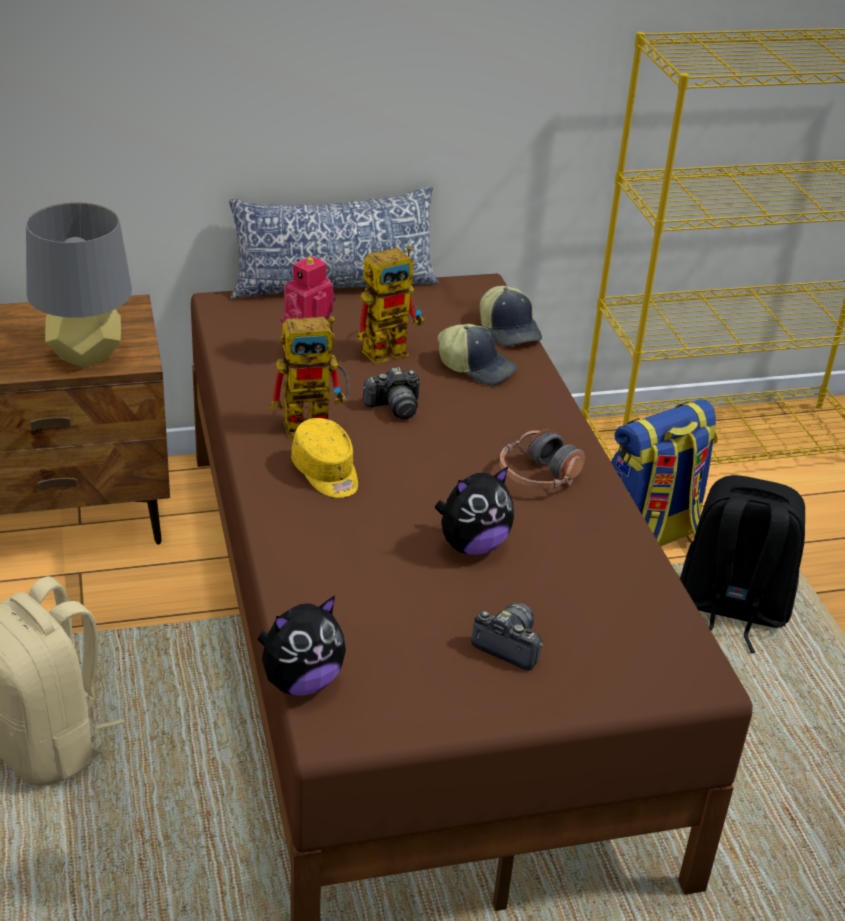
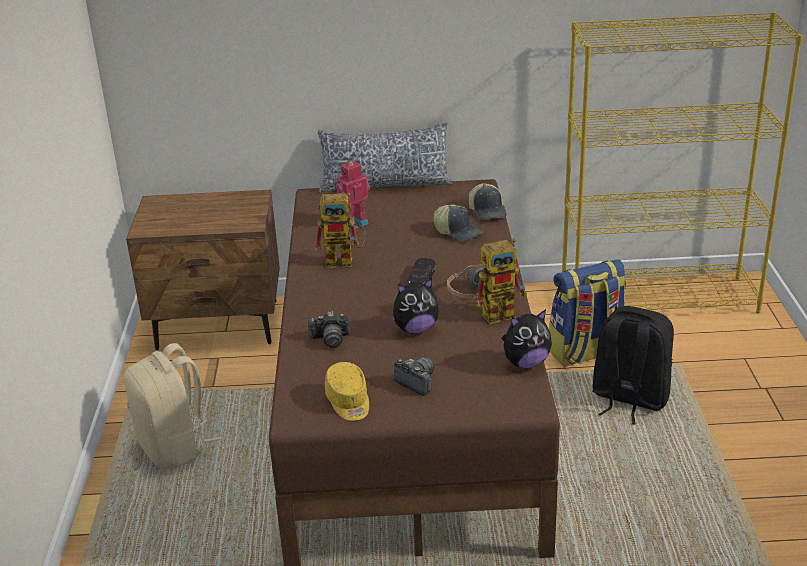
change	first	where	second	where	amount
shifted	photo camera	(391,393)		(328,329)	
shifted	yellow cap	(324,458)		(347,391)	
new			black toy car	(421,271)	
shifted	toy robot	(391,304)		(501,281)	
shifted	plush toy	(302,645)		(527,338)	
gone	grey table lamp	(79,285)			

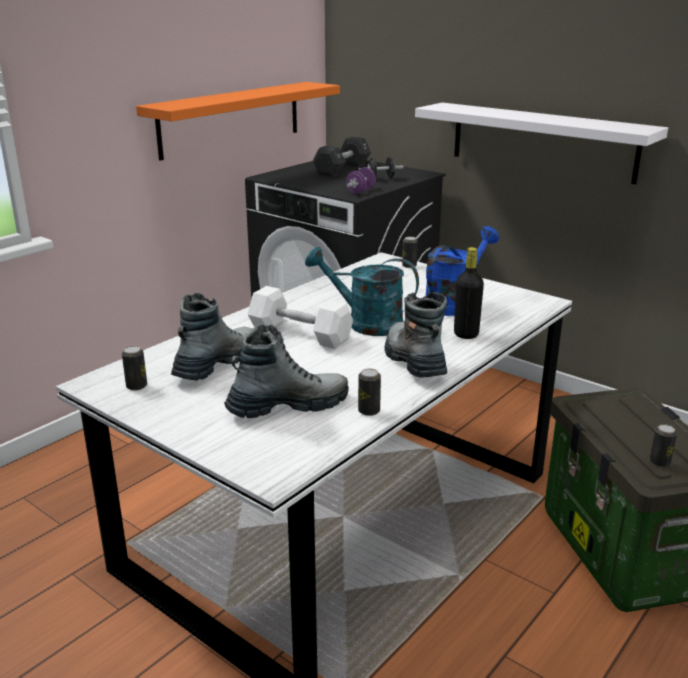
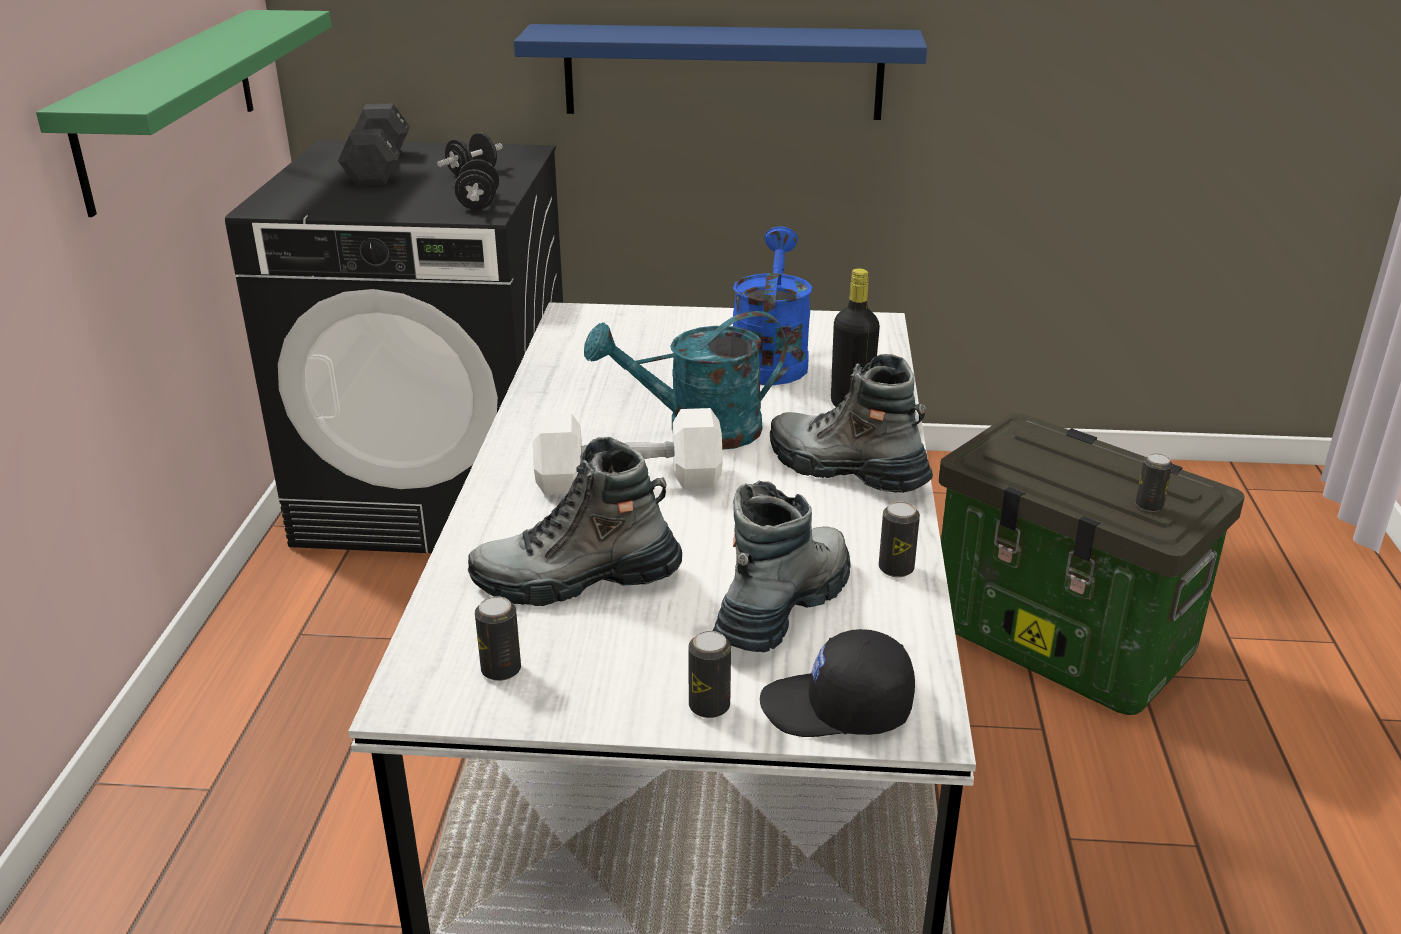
change	first	where	second	where	amount
repainted	orange shelf	(238,121)	green shelf	(184,113)	
repainted	purple dumbbell	(361,180)	black dumbbell	(476,184)	
rotated	boot	(211,337)		(575,521)	90 degrees counterclockwise
repainted	white shelf	(541,143)	blue shelf	(720,72)	
shifted	can	(410,252)		(709,674)	
new			black cap	(837,683)	

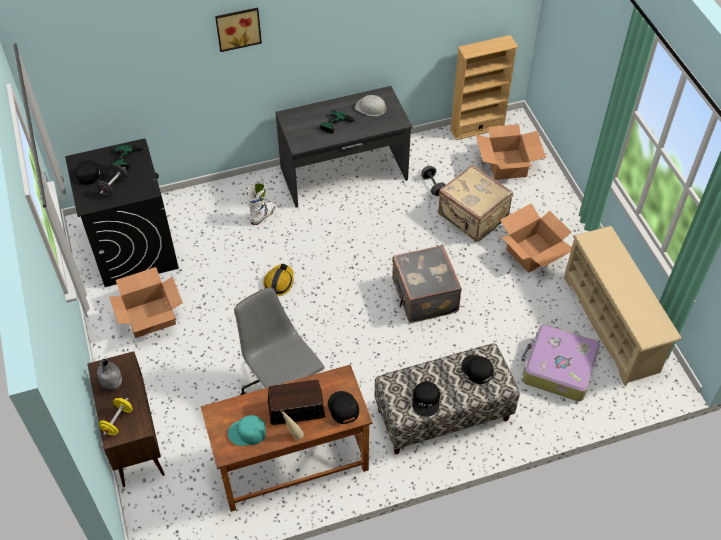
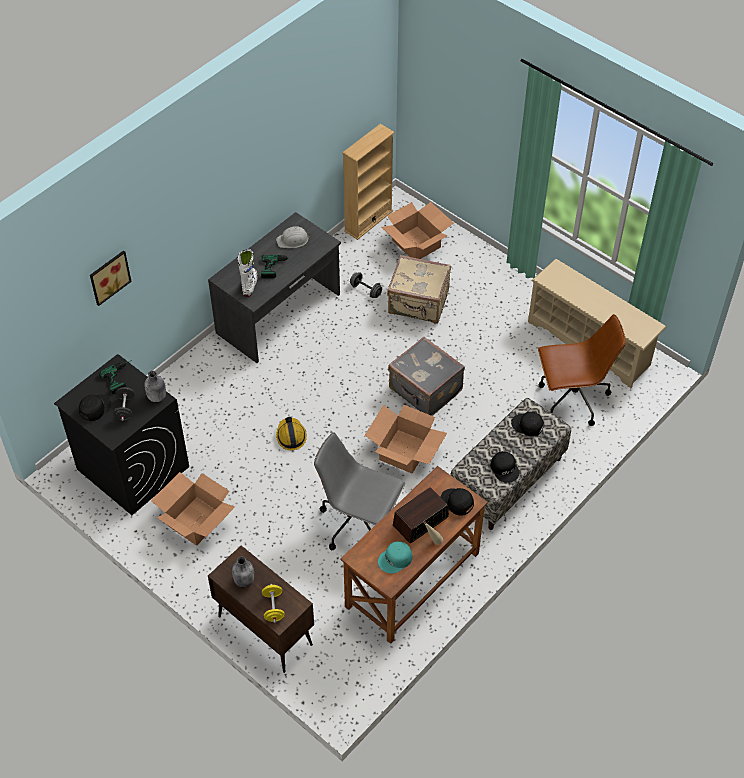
change	first	where	second	where	amount
shifted	picture	(238,30)		(111,278)	
new			grey bottle	(155,386)	
shifted	white boot	(261,203)		(248,273)	
shifted	cardboard box	(536,238)		(406,439)	
swapped	suitcase	(560,363)	brown office chair	(582,370)	

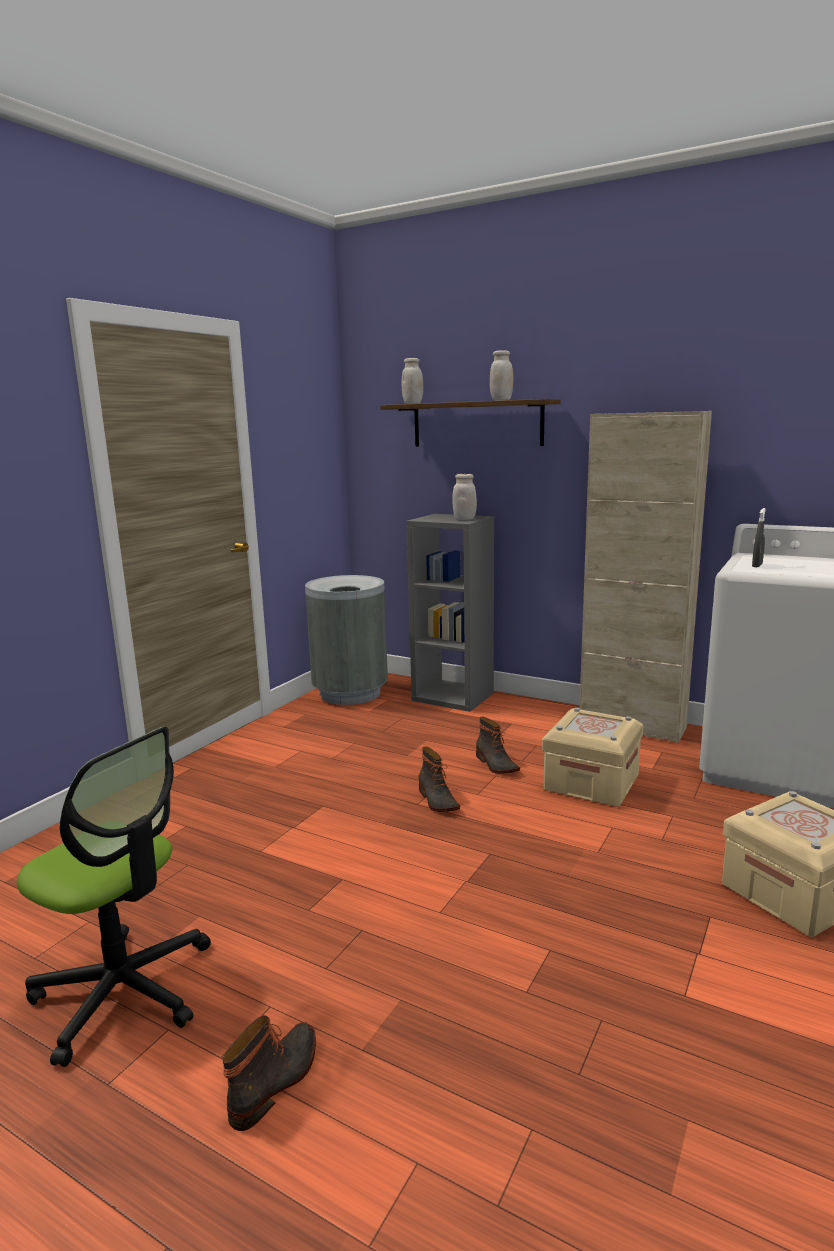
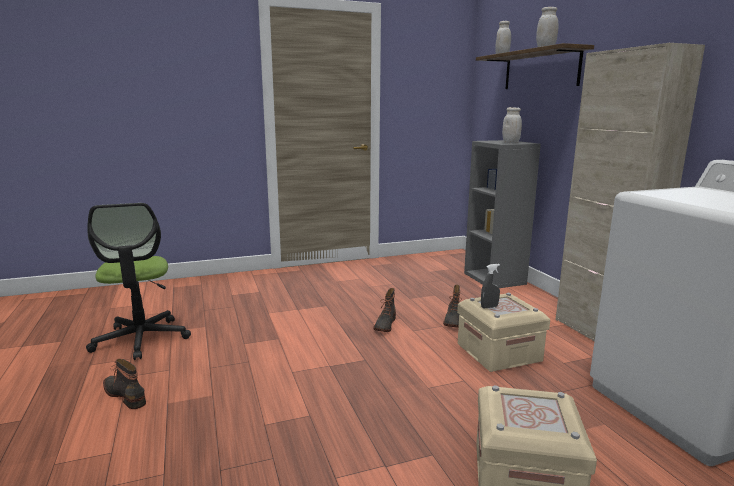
change	first	where	second	where	amount
rotated	boot	(269,1073)		(124,384)	120 degrees counterclockwise
shifted	grey spray bottle	(759,537)		(490,286)	
gone	grey trash can	(346,640)			

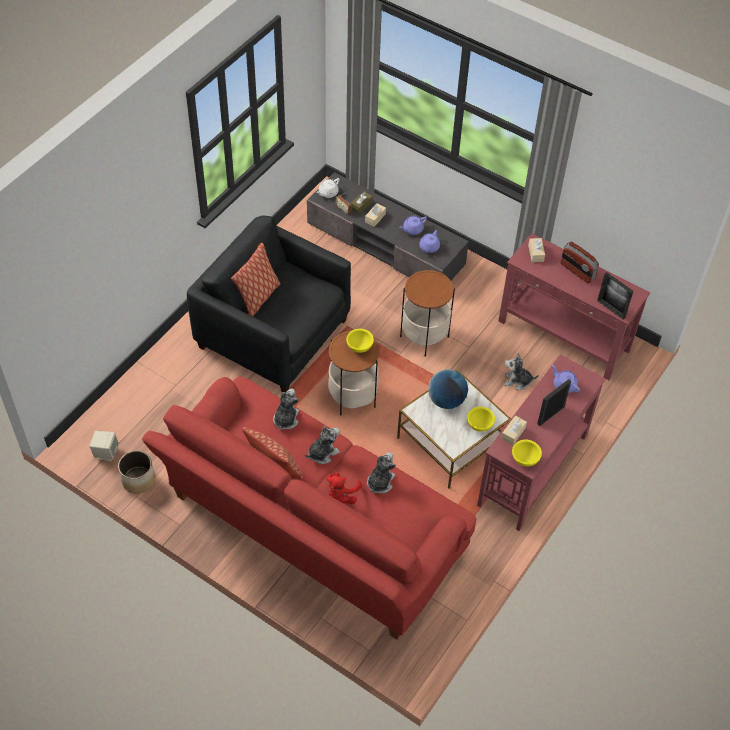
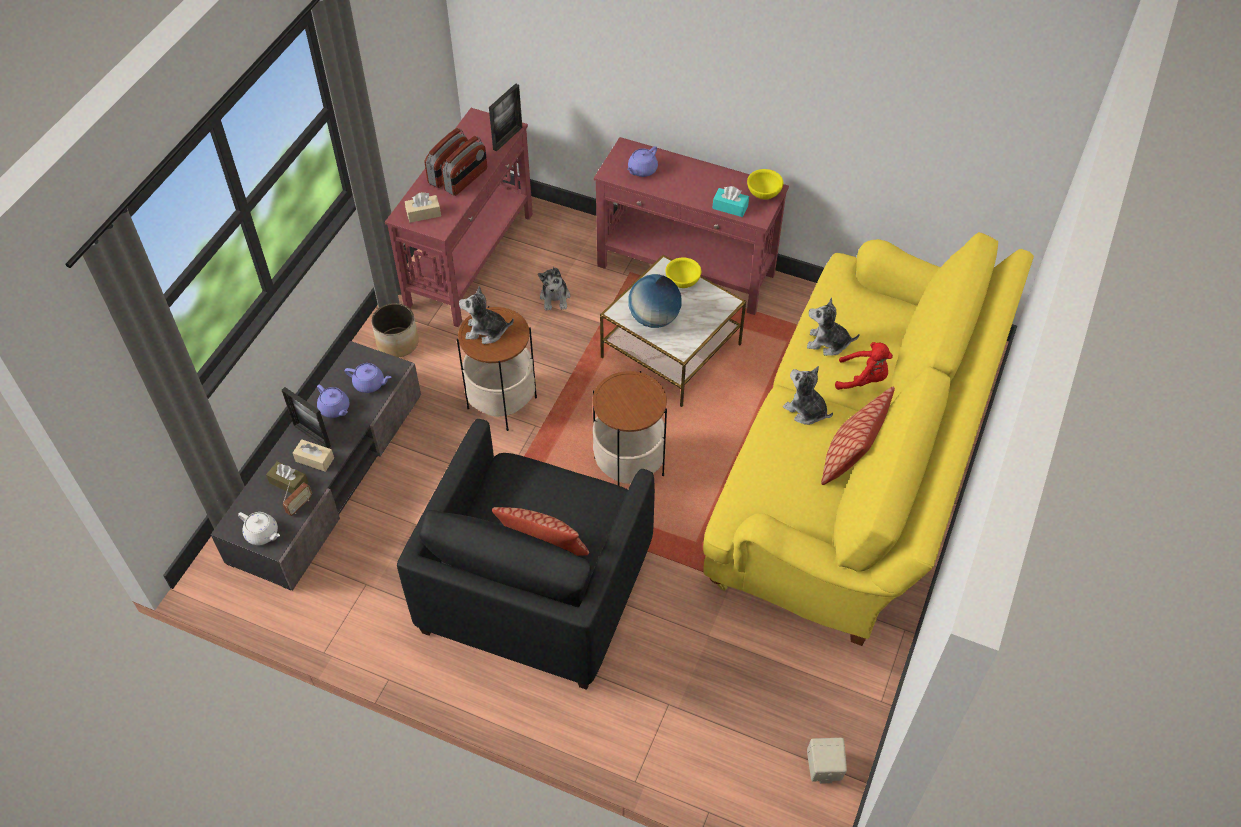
change	first	where	second	where	amount
shifted	picture frame	(554,402)		(306,417)	
shifted	planter	(136,472)		(395,330)	
new			radio	(464,166)	
shifted	plush toy	(286,409)		(486,315)	
repainted	red sofa	(309,508)	yellow sofa	(868,439)	
repainted	beige tissue box	(514,430)	turquoise tissue box	(730,201)	
gone	yellow bowl	(360,341)			

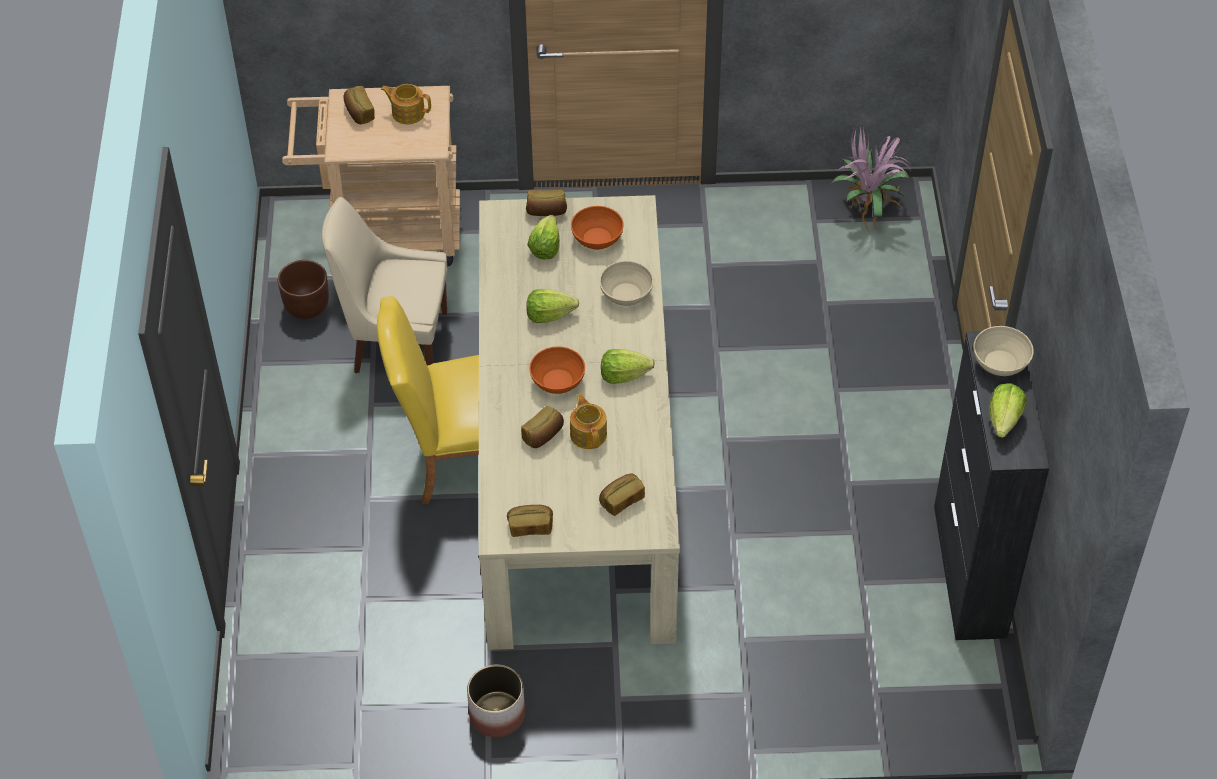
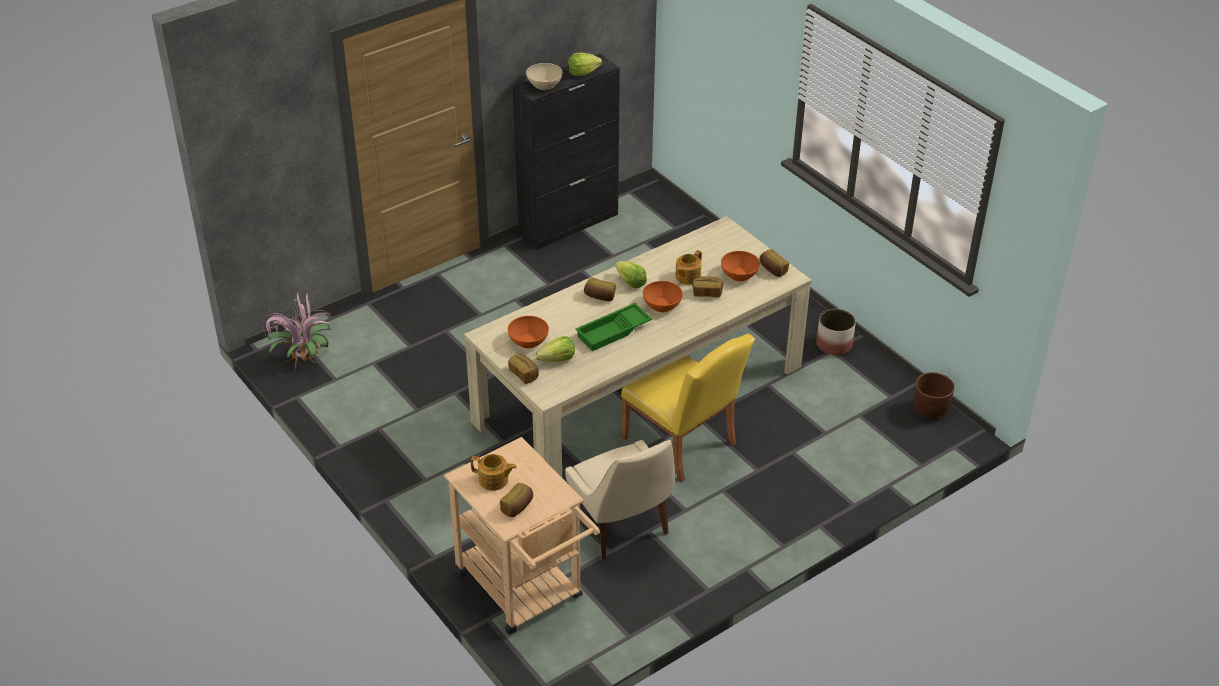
change	first	where	second	where	amount
rotated	teapot	(406,104)		(494,472)	60 degrees counterclockwise
swapped	lettuce	(552,306)	green tray	(613,327)	
shifted	bread	(622,495)		(600,289)	
new			orange bowl	(740,266)	
shifted	brown planter	(303,289)		(934,395)	
gone	beige bowl	(626,283)			

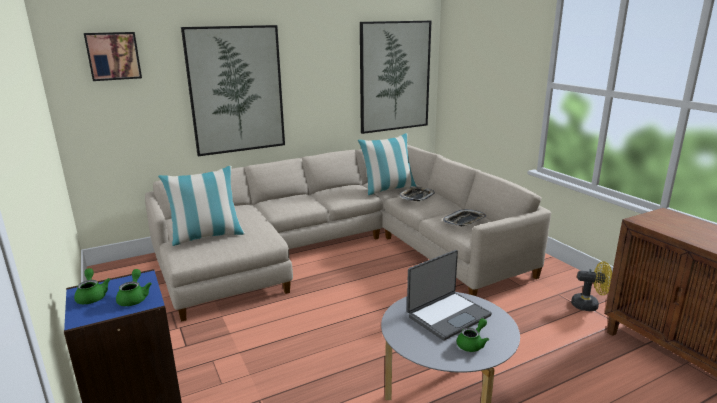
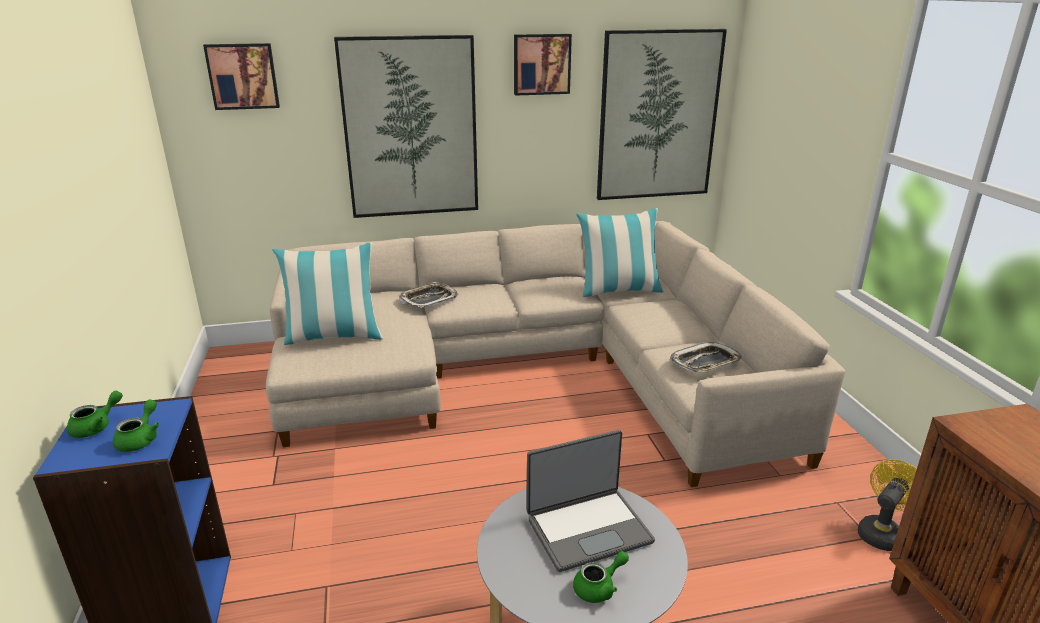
change	first	where	second	where	amount
rotated	green teapot	(92,286)		(95,414)	45 degrees clockwise
shifted	tray	(417,193)		(428,295)	
new			picture	(543,65)	
rotated	yellow fan	(591,286)		(887,505)	75 degrees counterclockwise

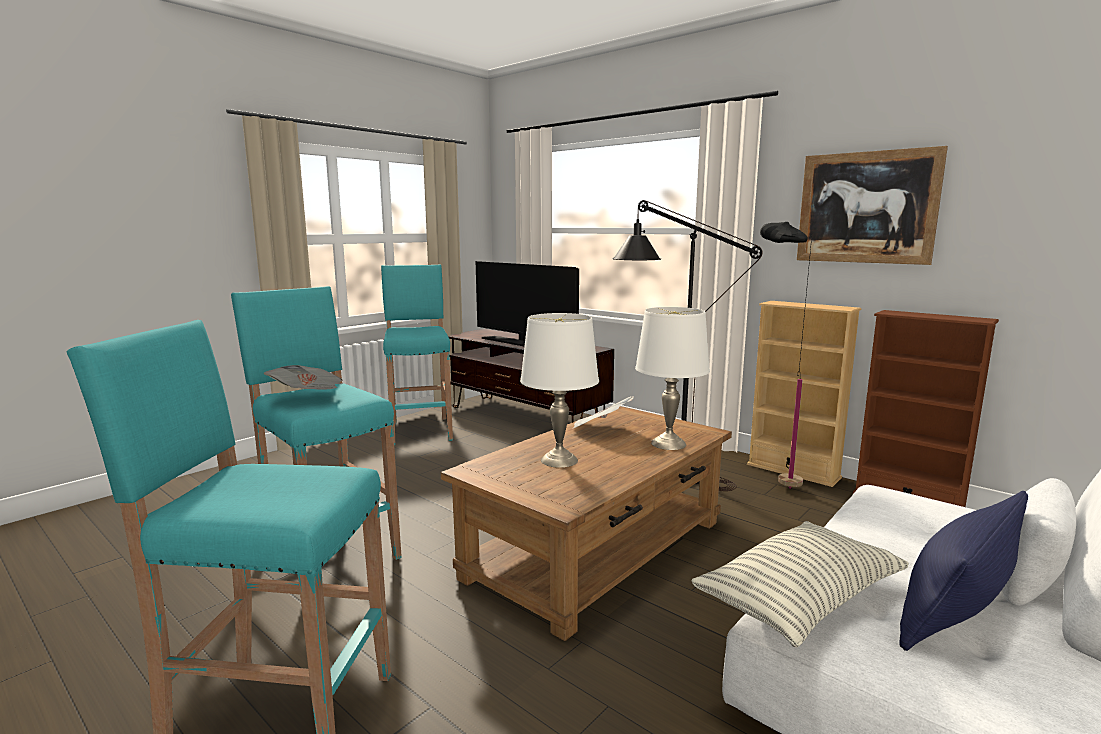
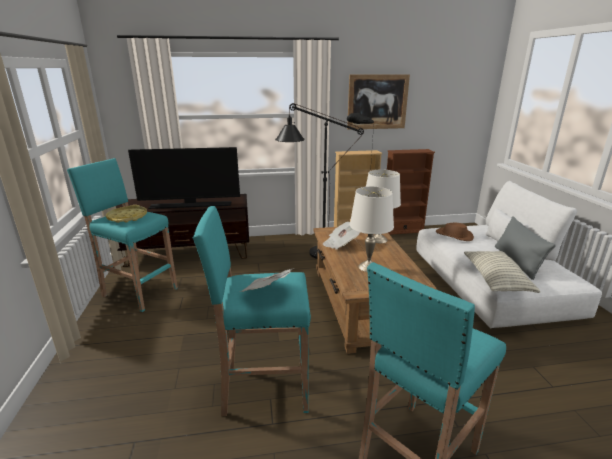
change	first	where	second	where	amount
new			yellow tray	(126,214)	
new			brown hat	(455,232)	
repainted	blue pillow	(963,571)	grey pillow	(525,248)	

